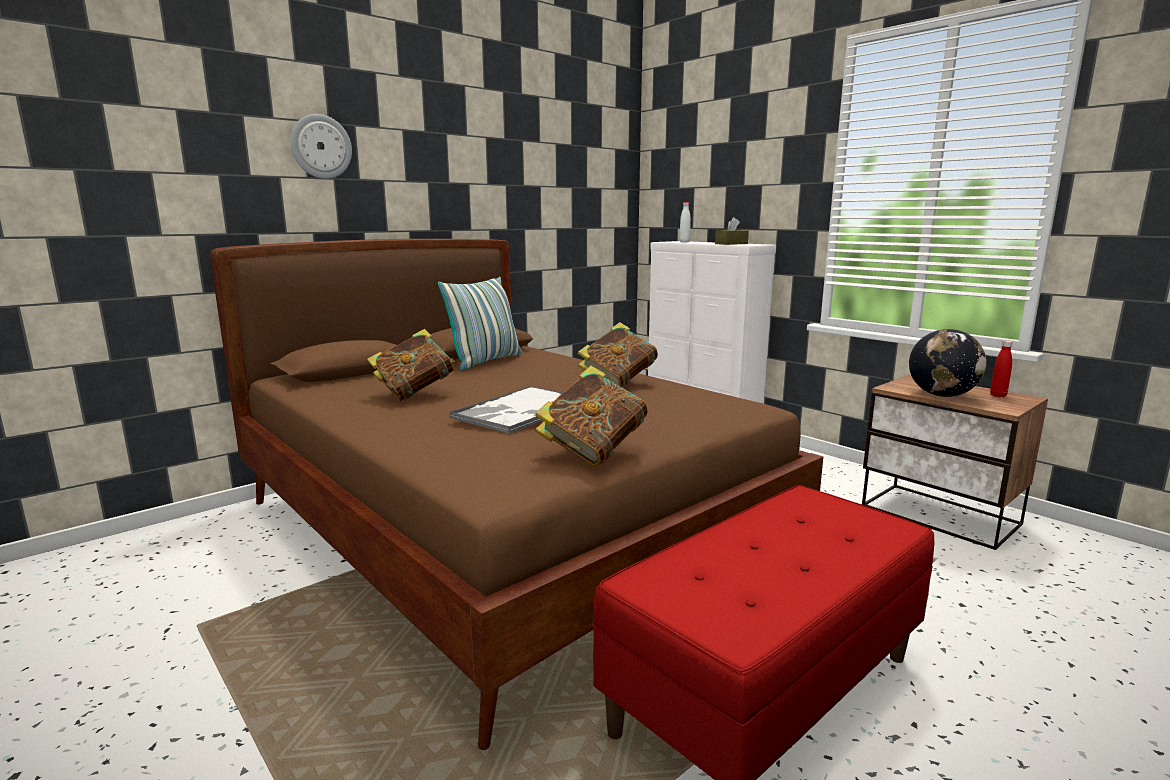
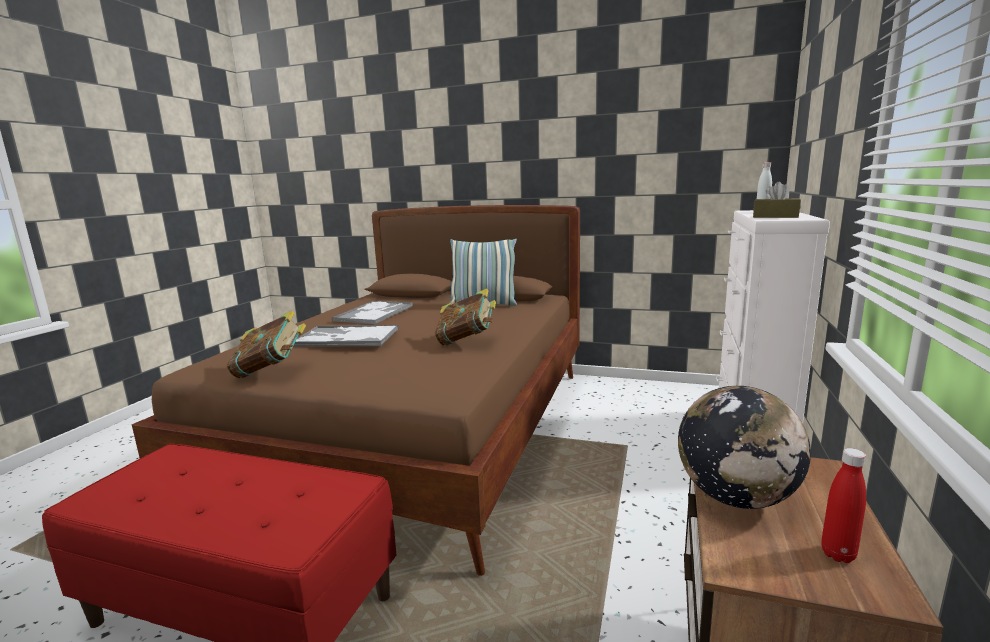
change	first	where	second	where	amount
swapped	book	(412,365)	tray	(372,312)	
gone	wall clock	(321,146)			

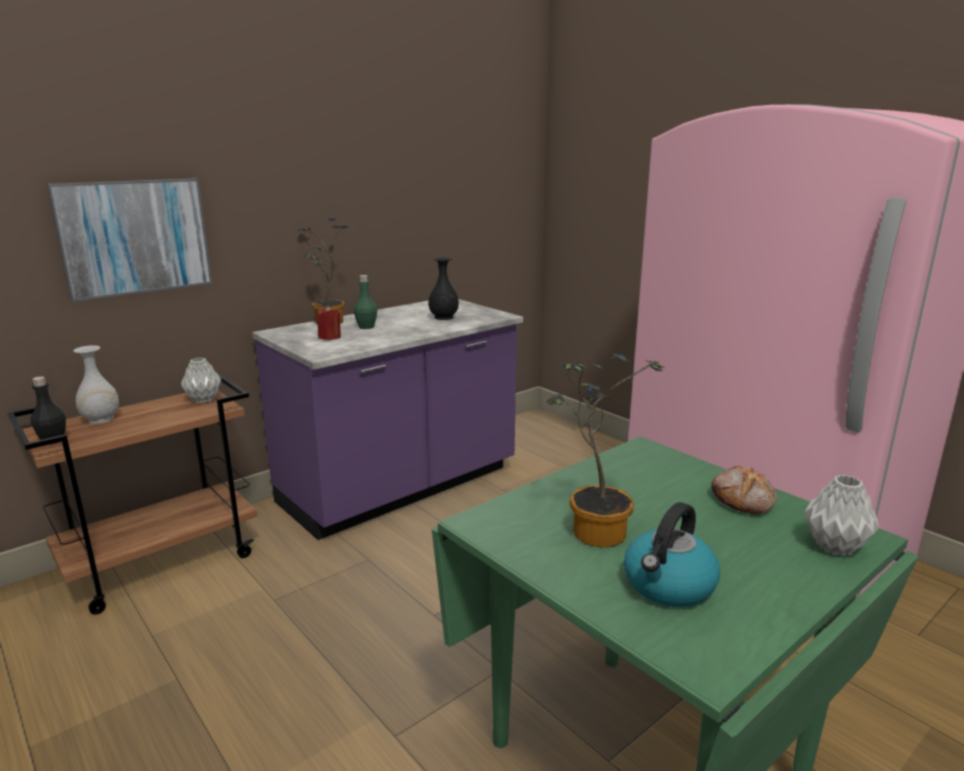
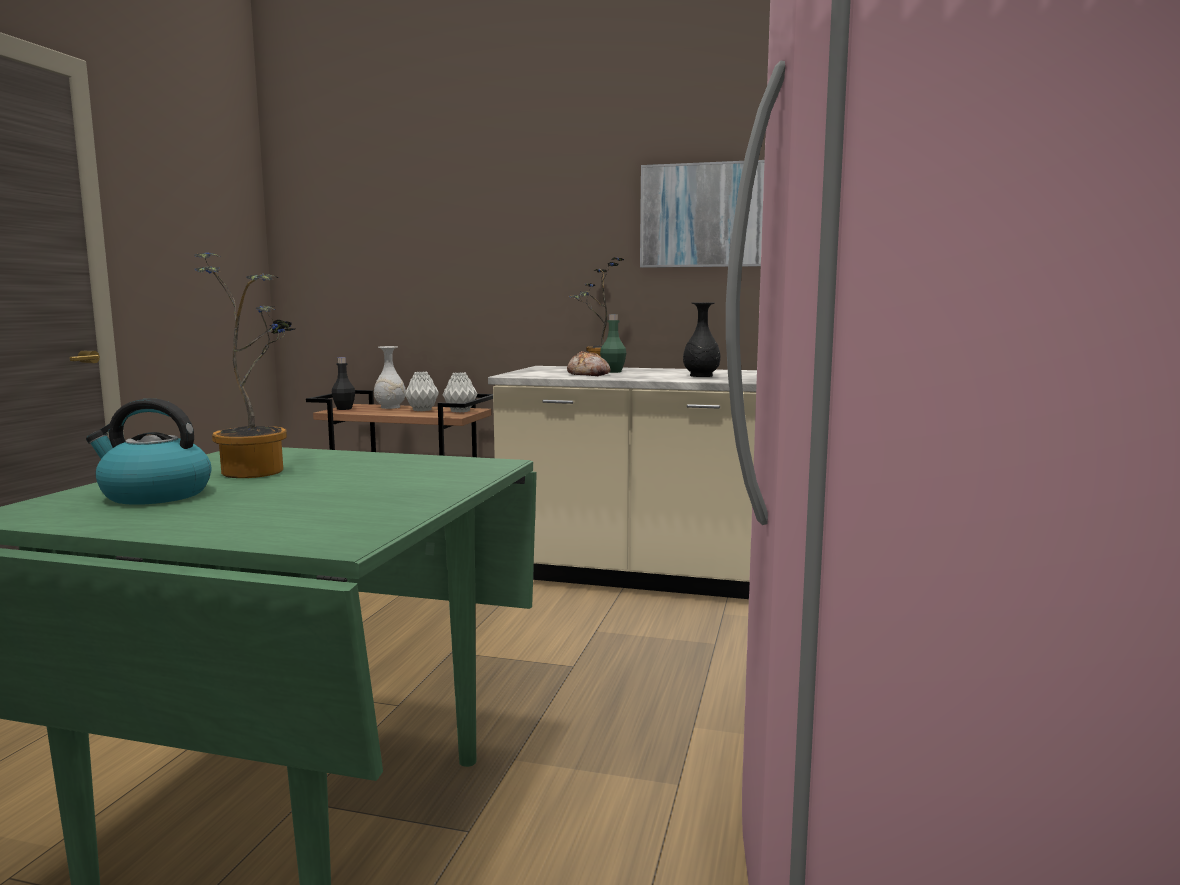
change	first	where	second	where	amount
shifted	grey vase	(841,515)		(421,391)	
repainted	purple counter	(387,419)	beige counter	(622,482)	
shifted	bread	(744,490)		(589,363)	
shifted	picture	(129,240)		(702,214)	
gone	red candle	(329,322)			

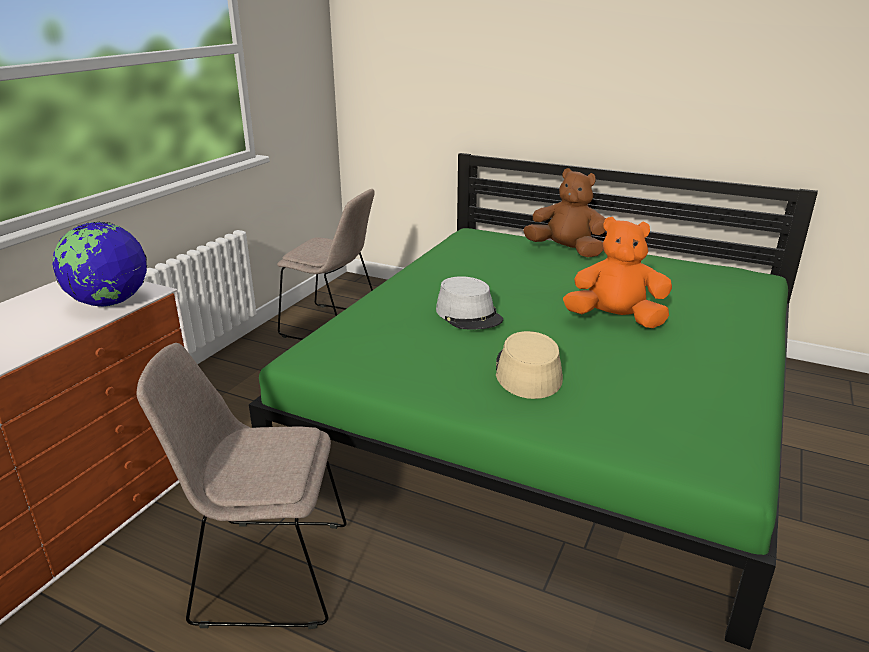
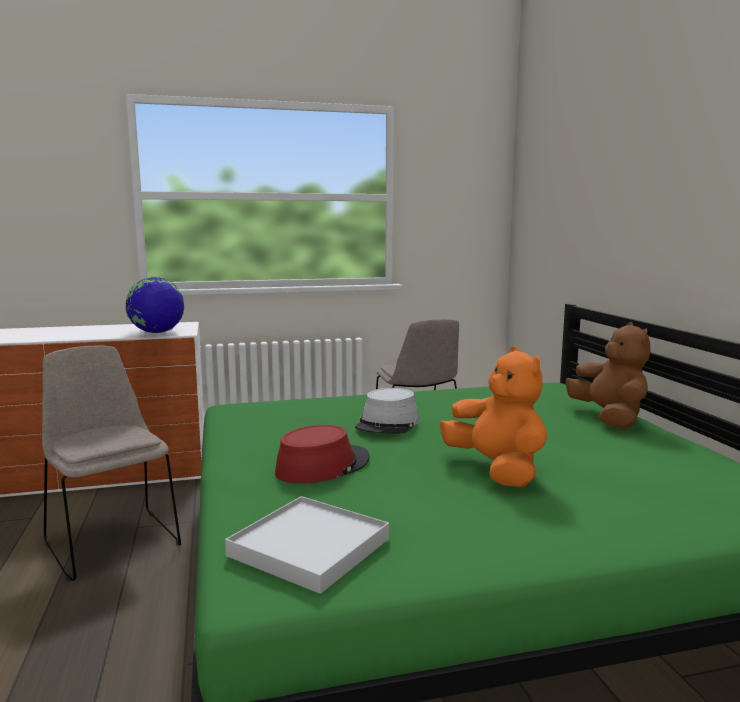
change	first	where	second	where	amount
new			white tray	(307,545)	
repainted	beige hat	(529,365)	red hat	(322,454)	

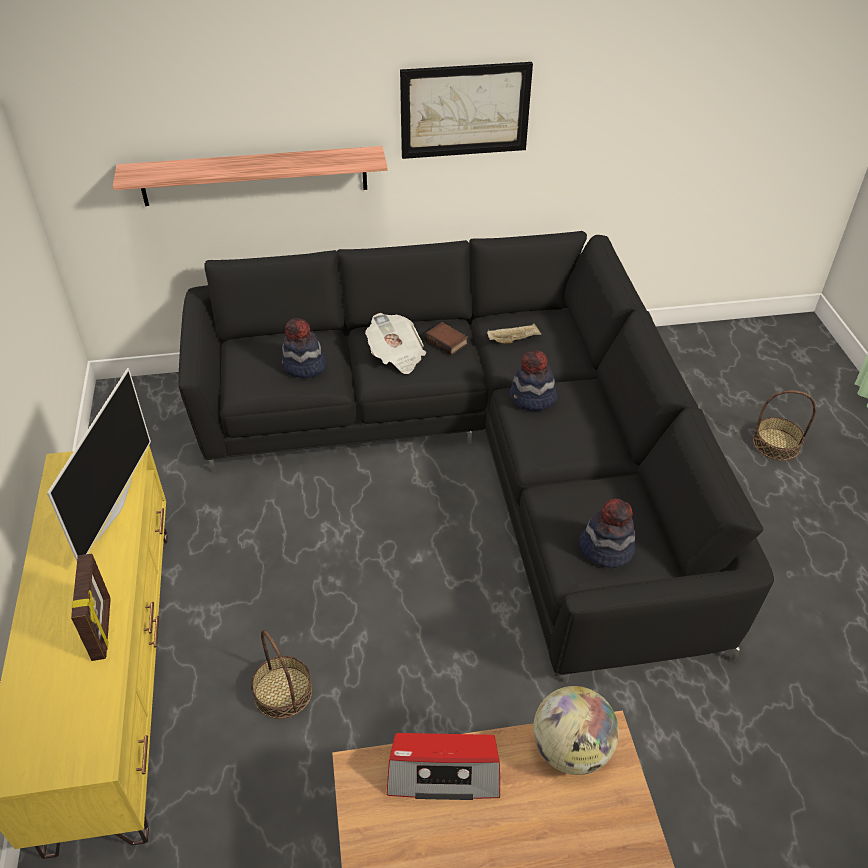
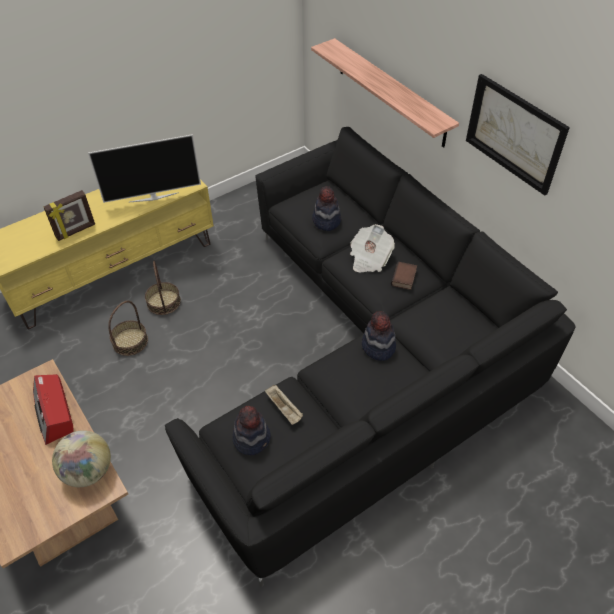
change	first	where	second	where	amount
shifted	basket	(784,425)		(163,288)	
shifted	beige tray	(514,333)		(284,405)	

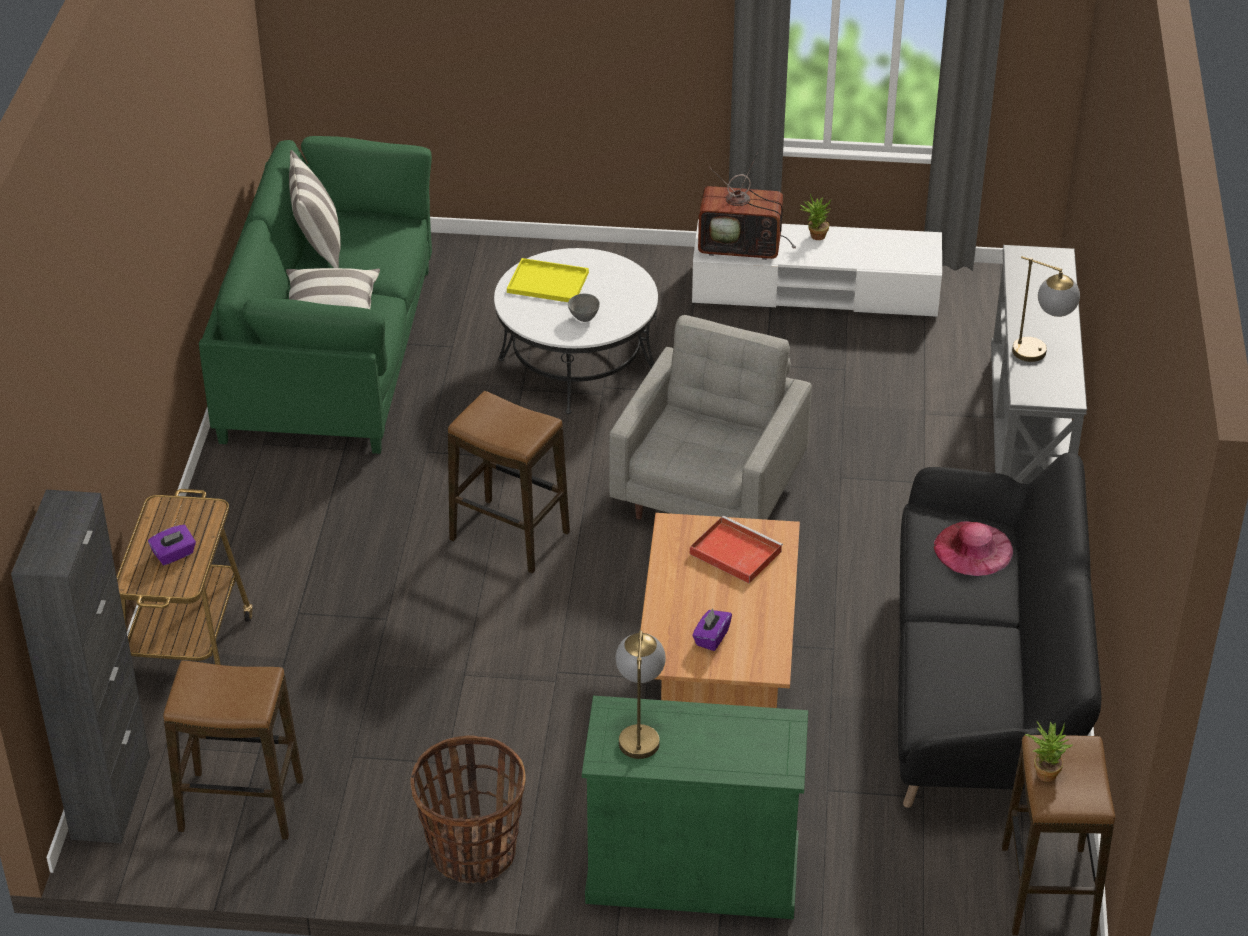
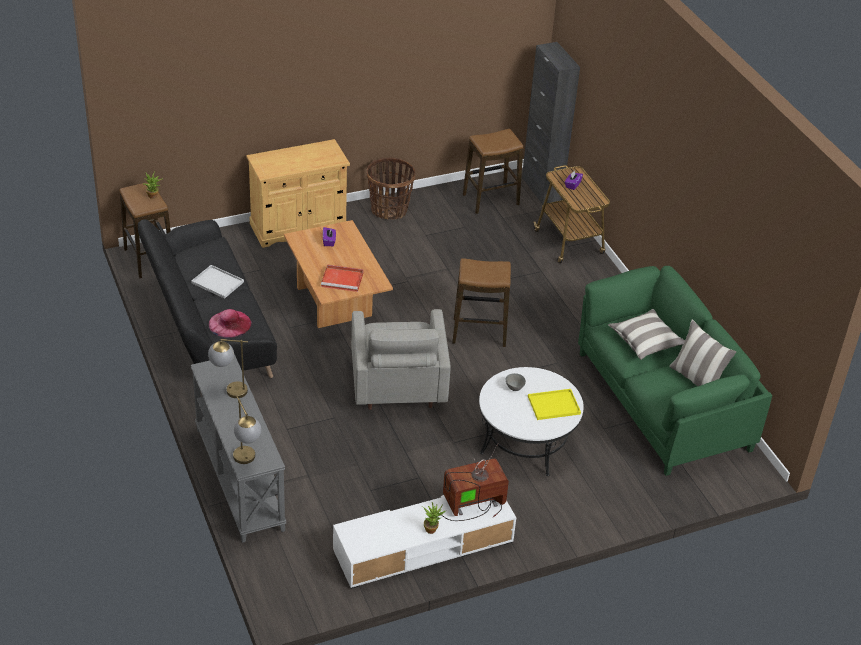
change	first	where	second	where	amount
new			white tray	(217,282)	
shifted	table lamp	(641,695)		(247,430)	
repainted	green cabinet	(695,807)	beige cabinet	(298,193)	

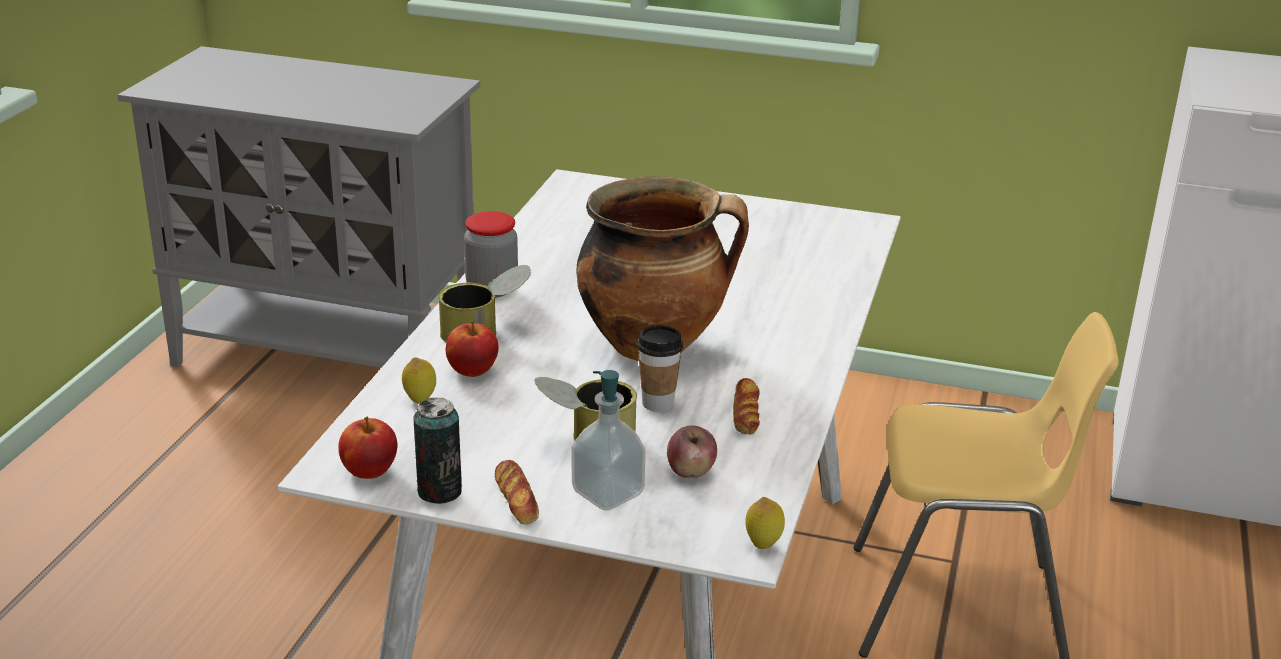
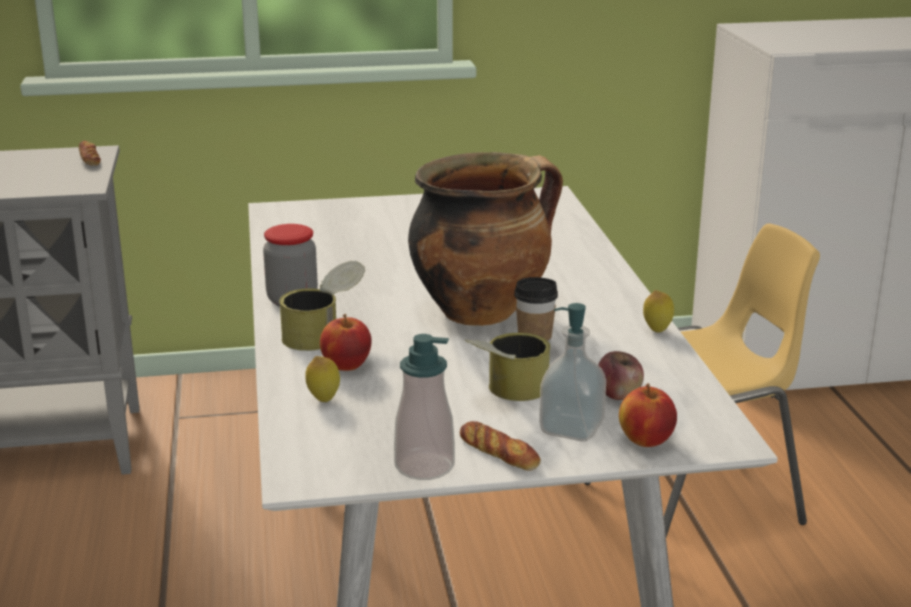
change	first	where	second	where	amount
shifted	bread	(746,406)		(90,153)	
swapped	can	(437,451)	soap dispenser	(424,407)	
shifted	apple	(368,447)		(648,415)	
shifted	lemon	(765,523)		(658,311)	

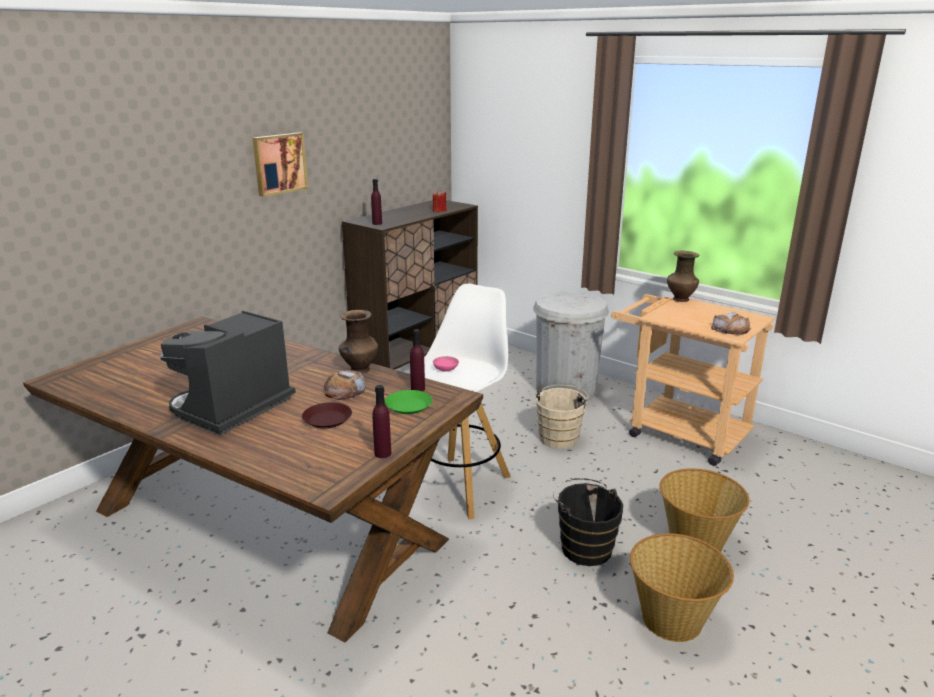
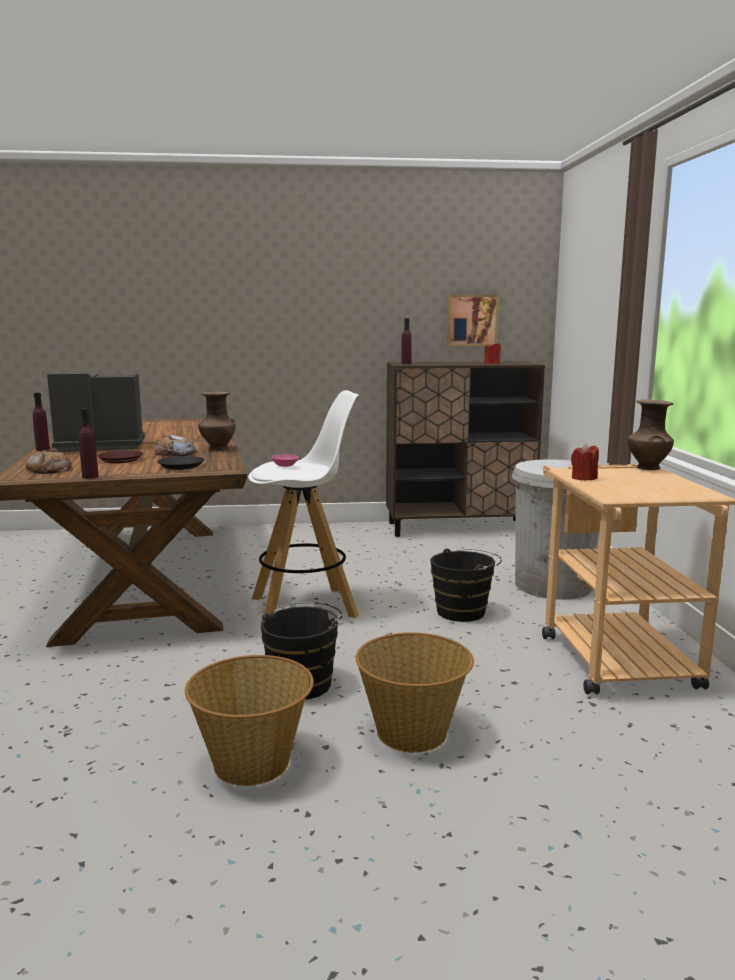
change	first	where	second	where	amount
shifted	bread	(731,323)		(48,462)	
shifted	purple bottle	(417,360)		(41,422)	
repainted	green plate	(408,402)	black plate	(181,463)	
repainted	beige bucket	(562,417)	black bucket	(466,585)	
shifted	picture	(280,164)		(473,320)	
new			red candle	(585,461)	

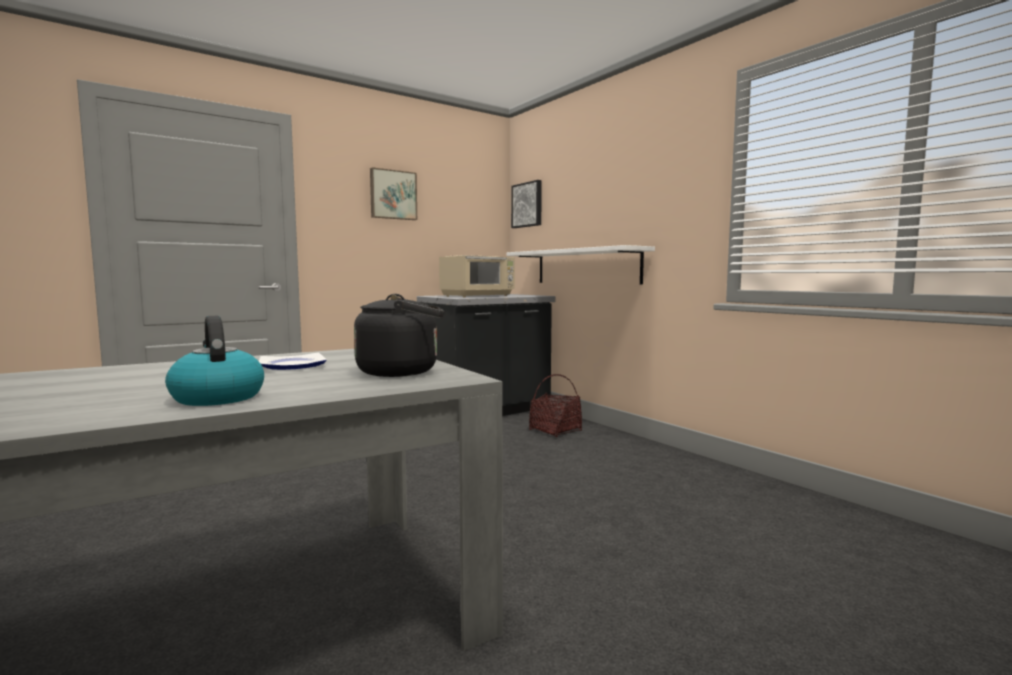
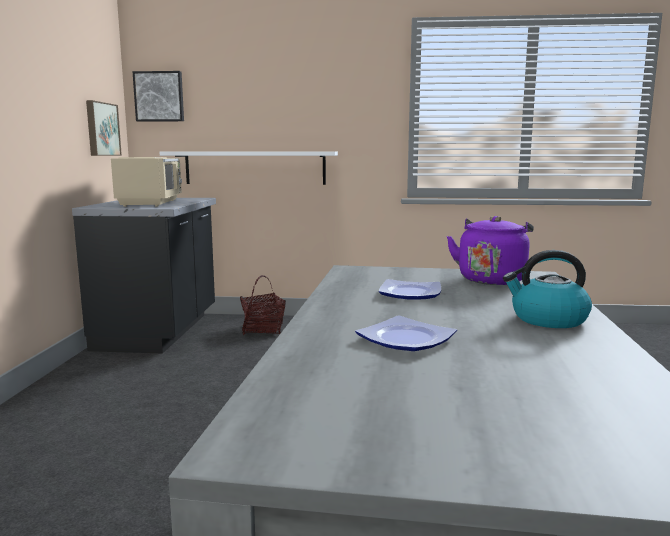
change	first	where	second	where	amount
shifted	picture	(393,193)		(104,128)	
new			plate	(406,333)	
repainted	black kettle	(399,335)	purple kettle	(490,250)	

